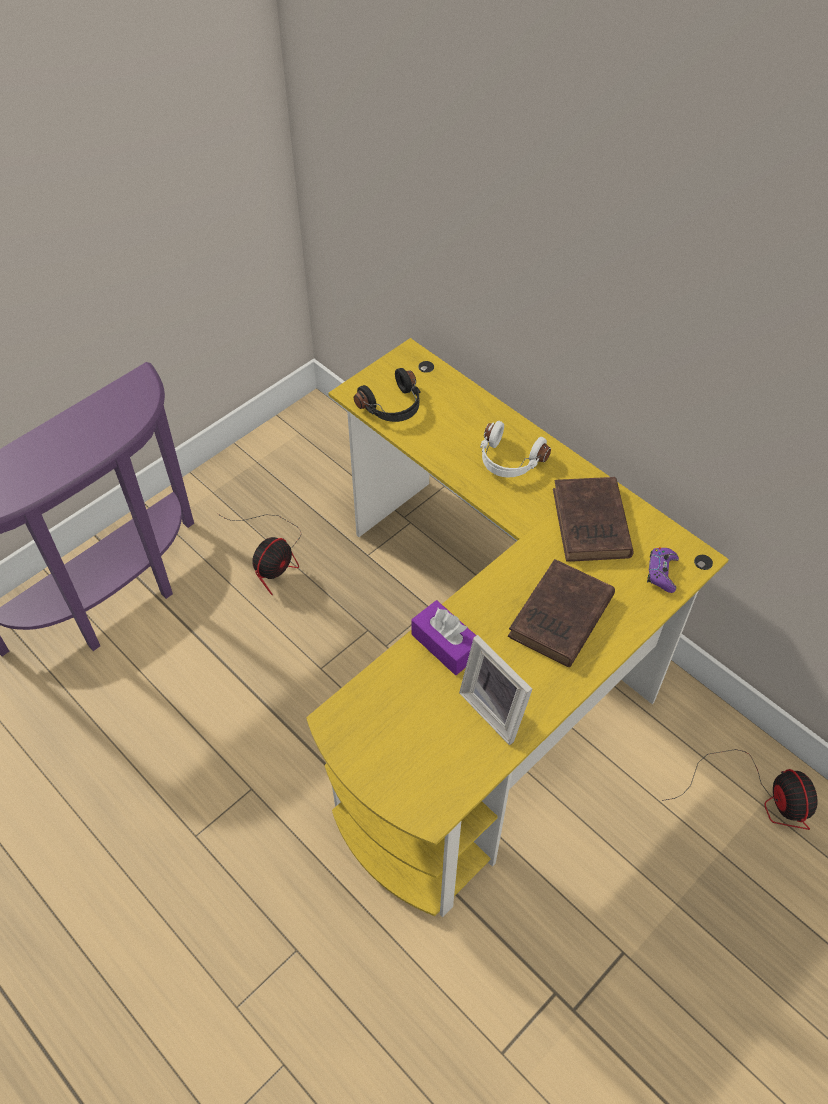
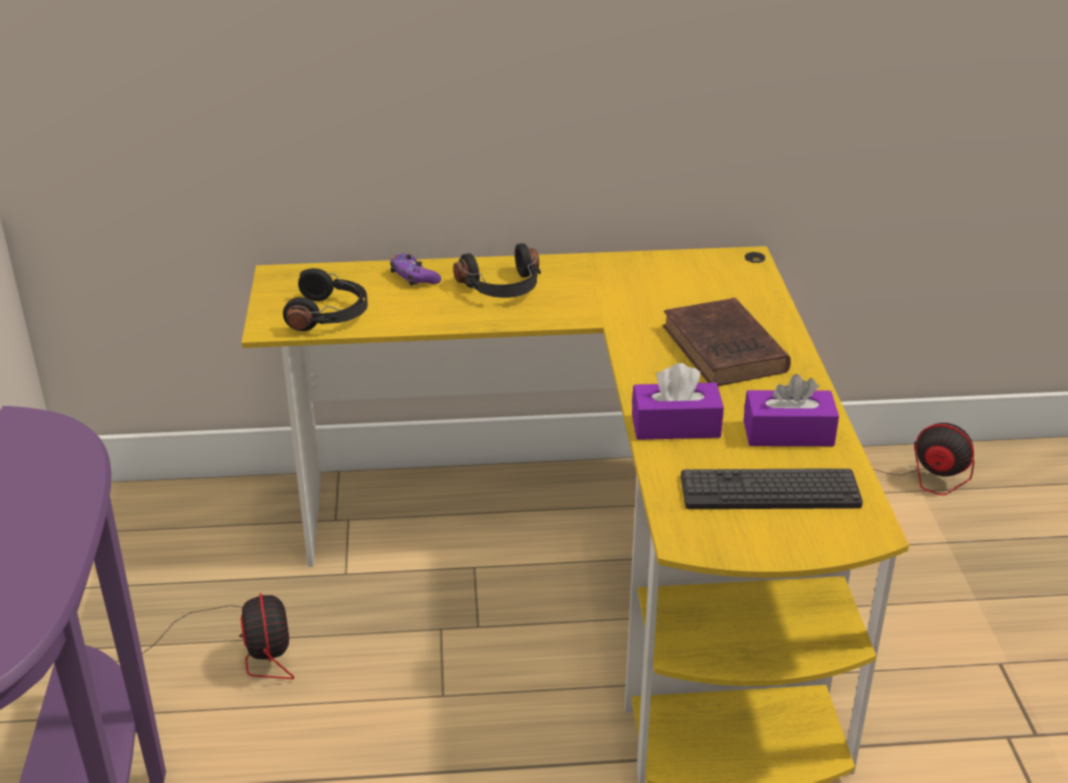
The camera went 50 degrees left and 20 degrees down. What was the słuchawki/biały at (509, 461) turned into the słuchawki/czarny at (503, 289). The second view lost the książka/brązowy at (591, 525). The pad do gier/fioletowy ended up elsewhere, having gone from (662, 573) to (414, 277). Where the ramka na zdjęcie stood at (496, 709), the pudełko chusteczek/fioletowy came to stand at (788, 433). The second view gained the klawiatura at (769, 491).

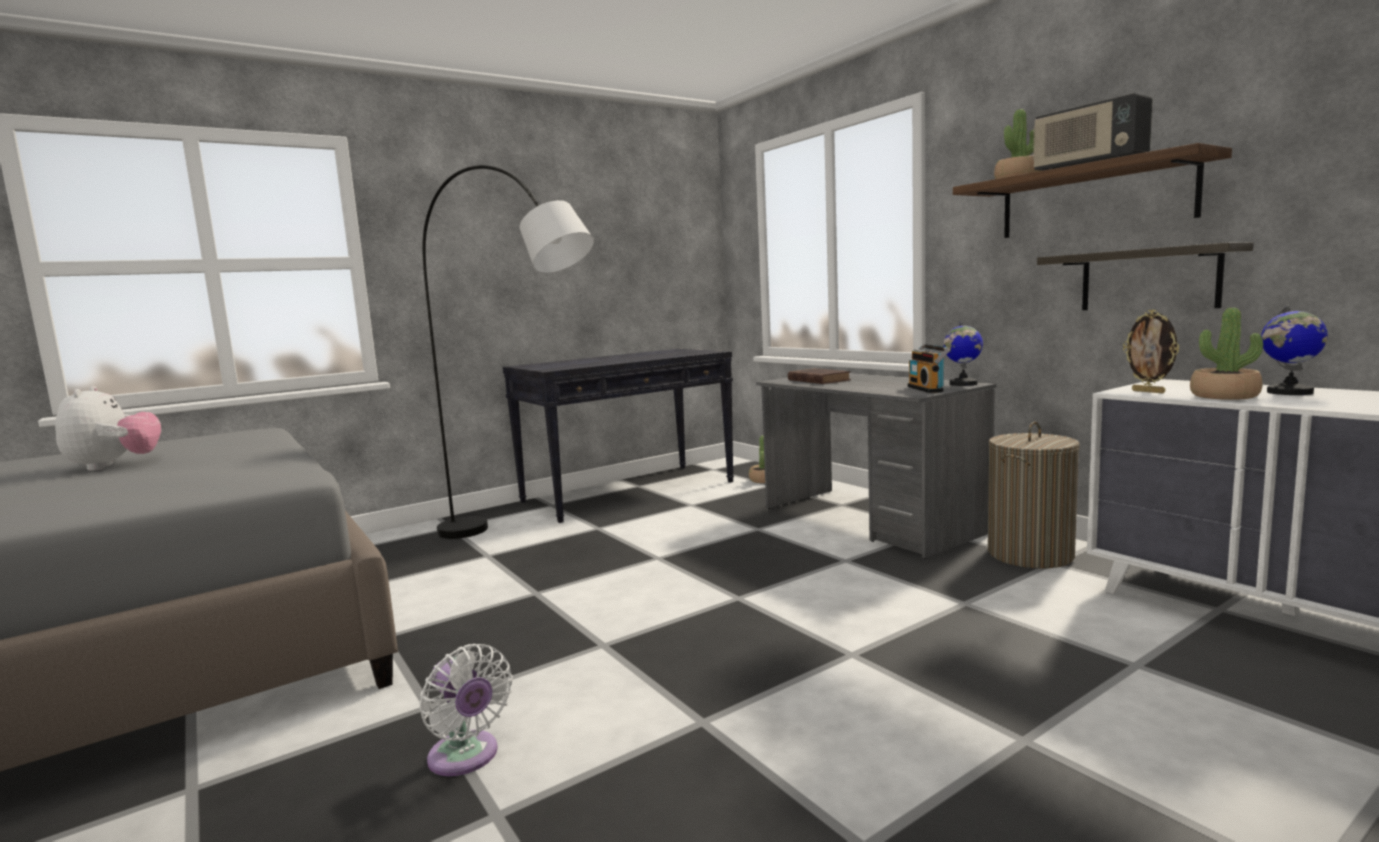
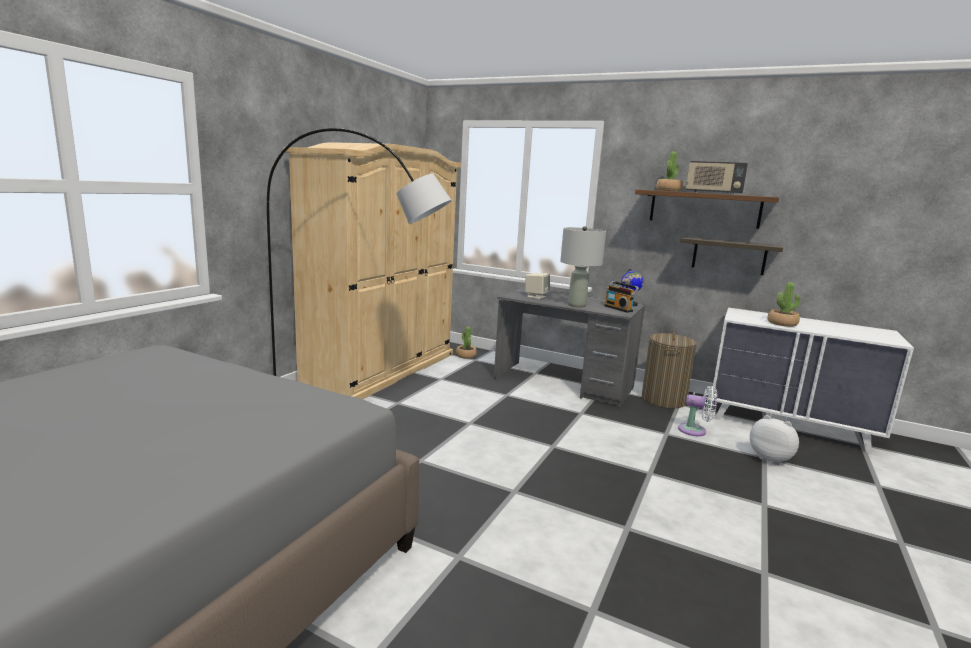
The camera went 30 degrees left and 5 degrees up. The second view lost the globus at (1289, 392). The second view lost the ramka na zdjęcie at (1149, 391). Where the stolik konsolowy/czarny stood at (629, 491), the szafa/beżowy came to stand at (381, 369). Where the książka/brązowy stood at (817, 380), the głośnik/beżowy came to stand at (536, 296). The pluszak ended up elsewhere, having gone from (114, 466) to (771, 458). The wentylator/biały ended up elsewhere, having gone from (466, 758) to (695, 431). The second view gained the lampa stołowa/szary at (576, 305).

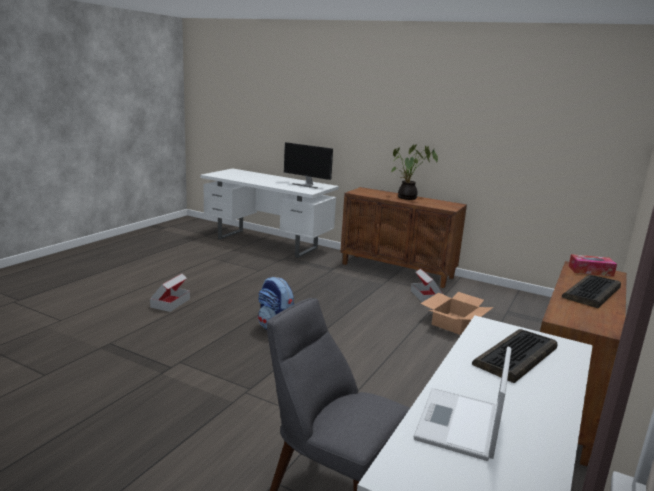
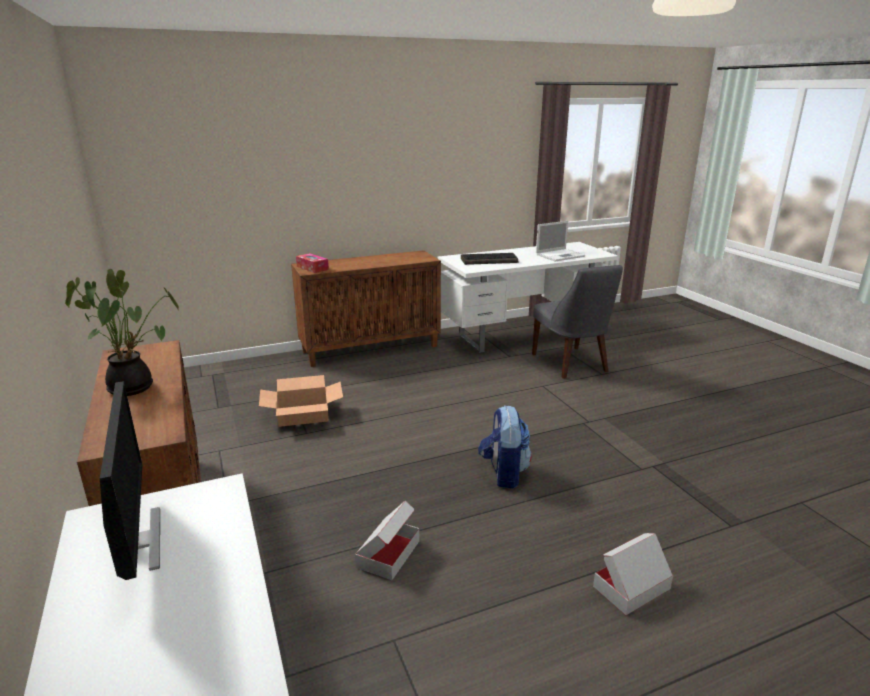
The camera went 140 degrees left and 5 degrees up. The karton ended up elsewhere, having gone from (426, 296) to (388, 553). The second view lost the klawiatura at (592, 293).

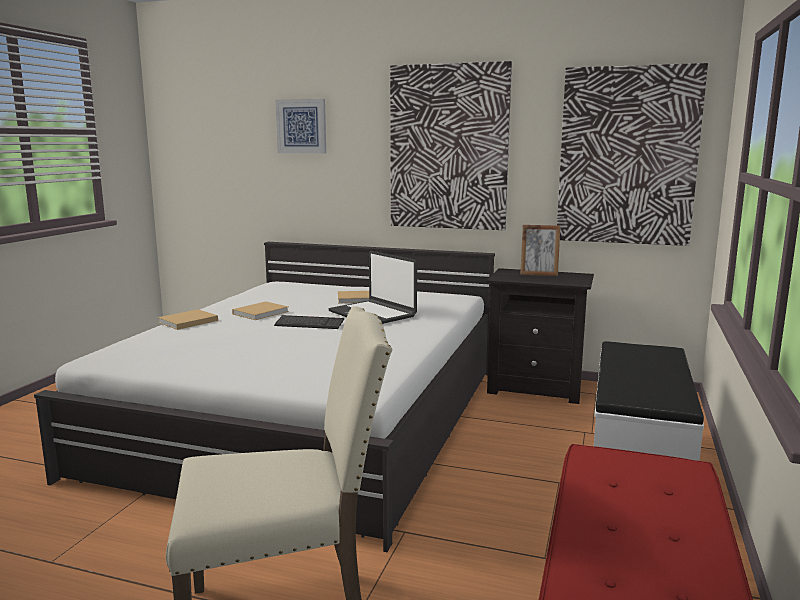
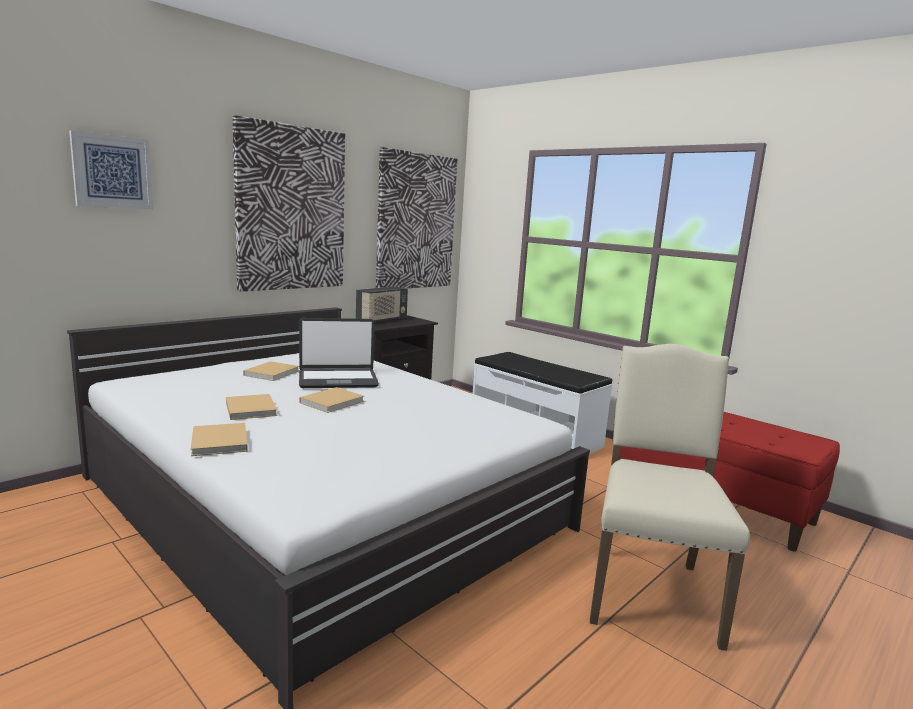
The camera went 65 degrees left and 0 degrees up. Where the ramka na zdjęcie stood at (539, 274), the radio came to stand at (382, 320). Where the klawiatura stood at (309, 324), the książka/beżowy came to stand at (333, 401).

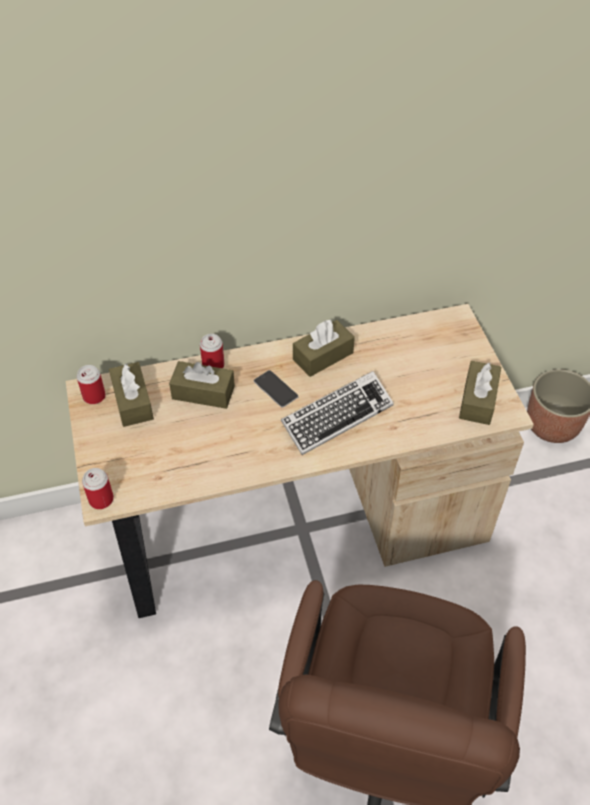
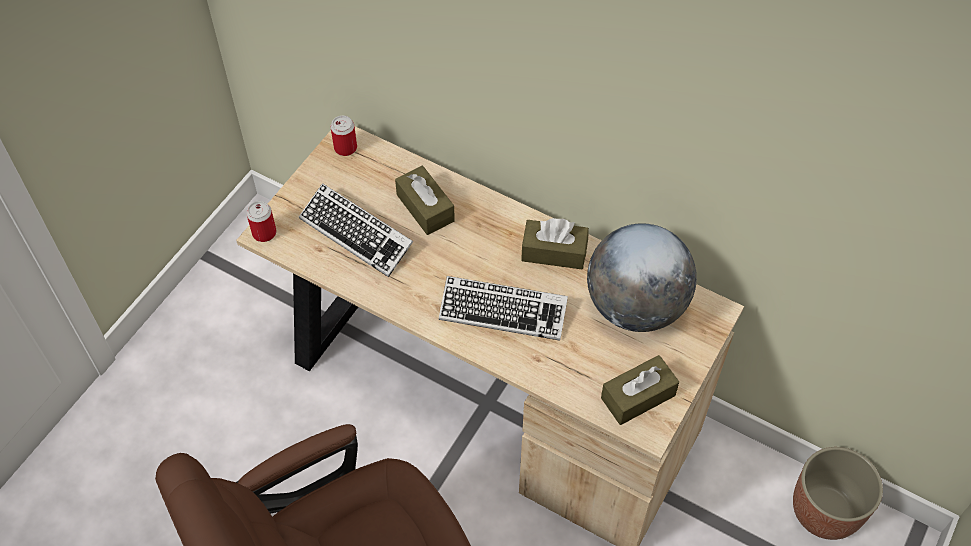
The camera went 45 degrees right and 5 degrees up. The second view lost the puszka at (213, 365). The second view lost the pudełko chusteczek/brązowy at (132, 402). The second view lost the telefon at (275, 389). The second view gained the klawiatura at (356, 234). The second view gained the globus at (635, 306).

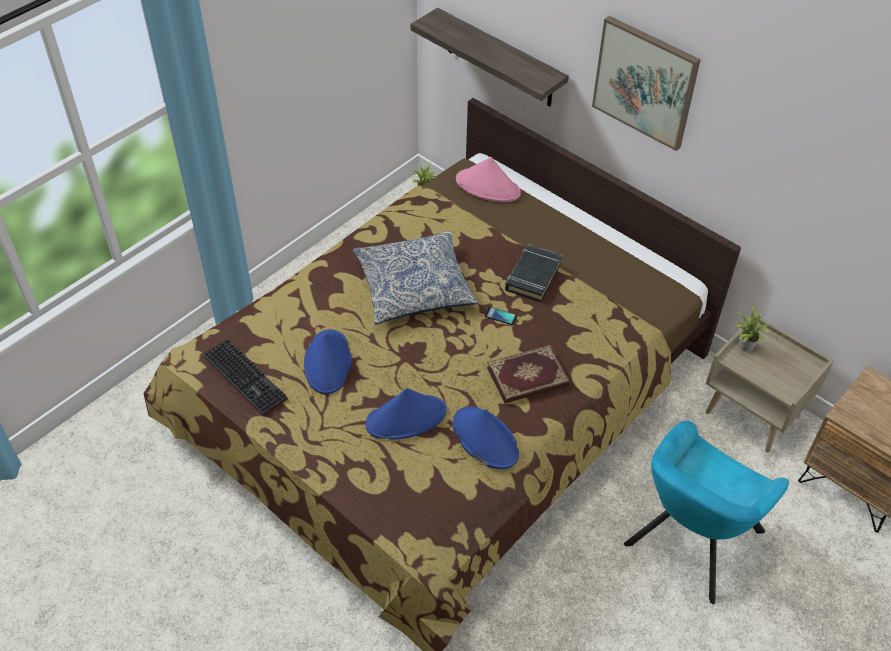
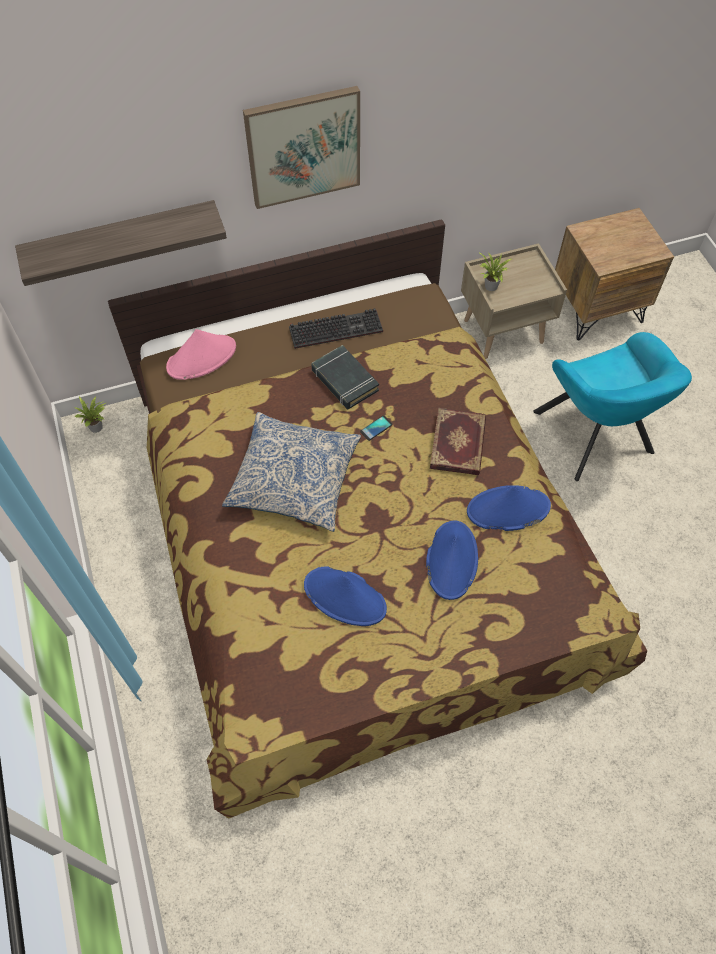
The camera went 60 degrees left and 10 degrees up. The klawiatura ended up elsewhere, having gone from (248, 378) to (337, 328).

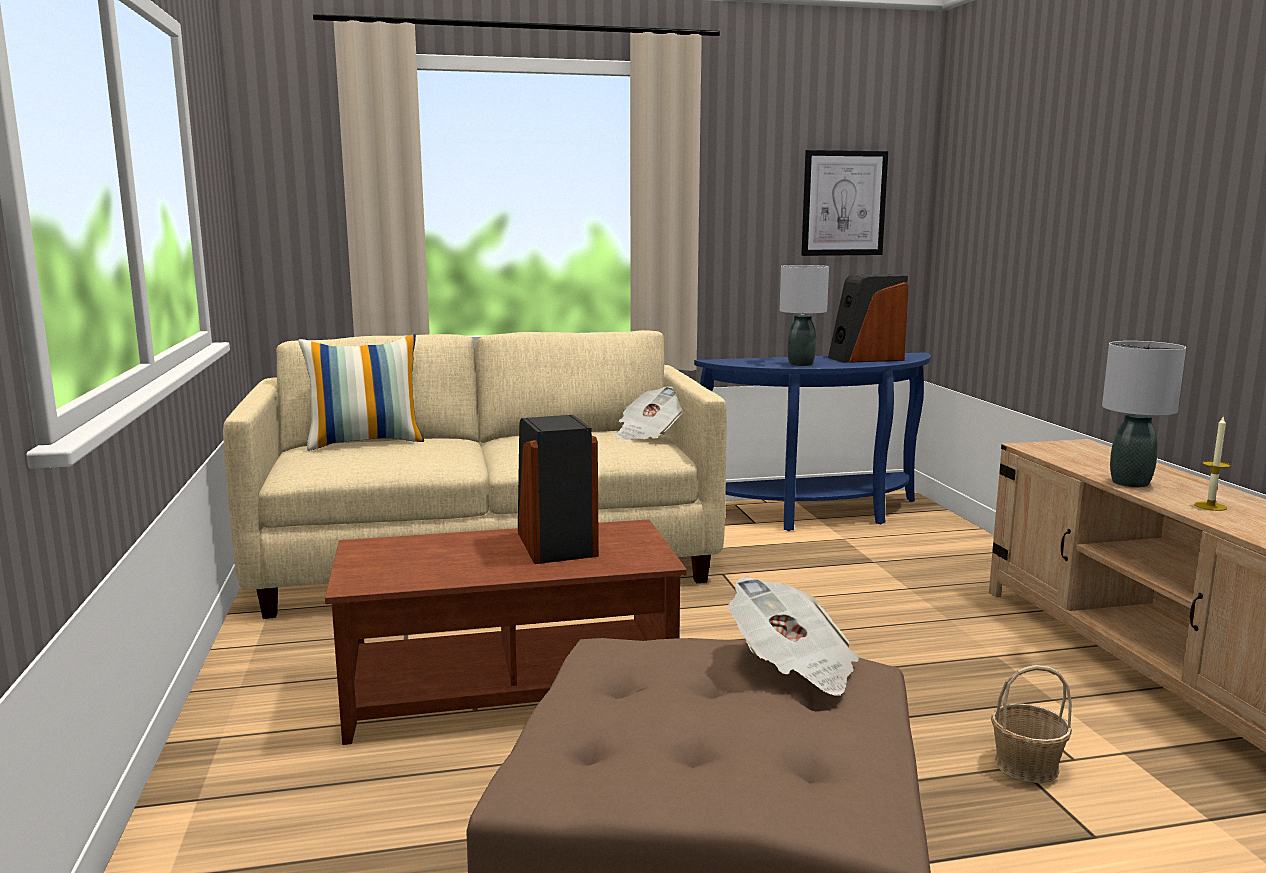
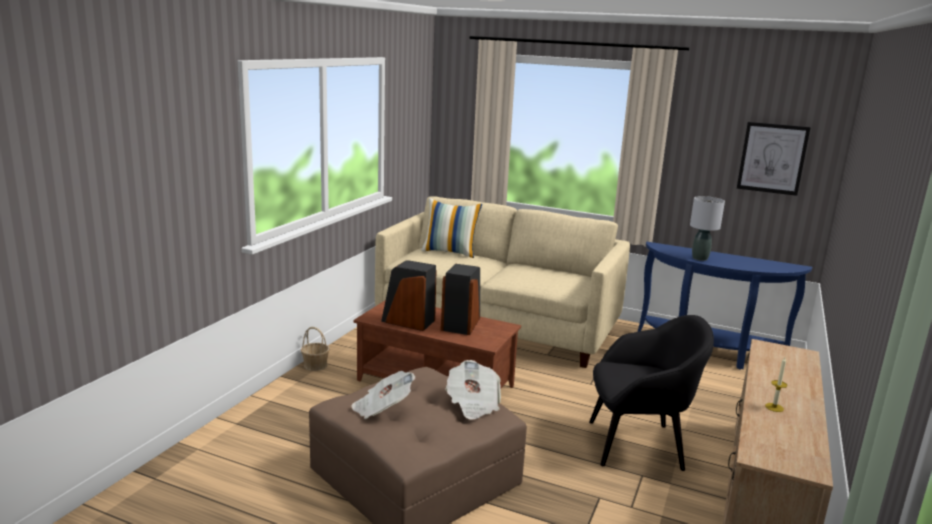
The camera went 35 degrees right and 5 degrees up. The głośnik ended up elsewhere, having gone from (865, 359) to (408, 321). The second view lost the lampa stołowa/szary at (1129, 483). The gazeta ended up elsewhere, having gone from (649, 434) to (382, 409). The koszyk ended up elsewhere, having gone from (1025, 765) to (315, 365). The second view gained the fotel/czarny at (638, 445).

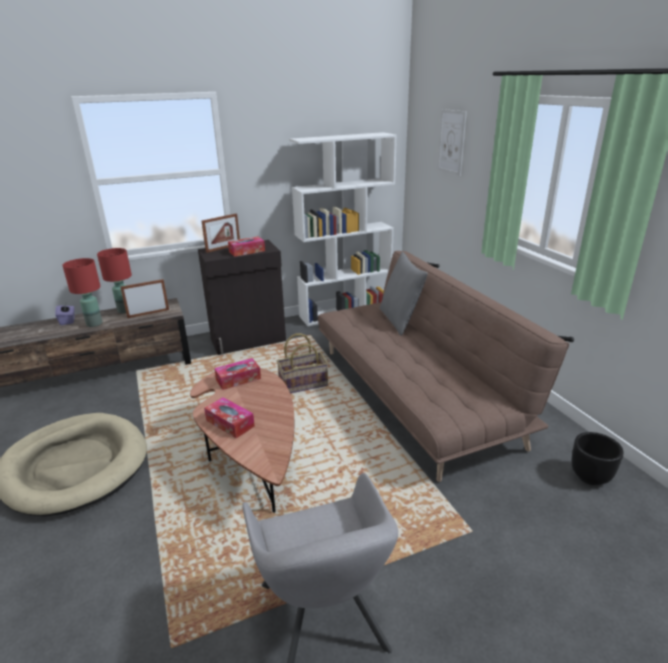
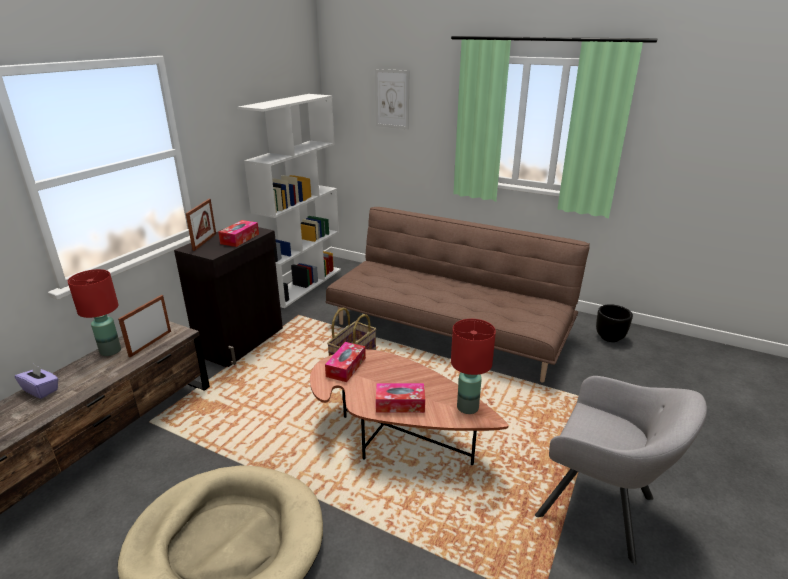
The camera went 40 degrees left and 0 degrees up. The second view lost the poduszka/szary at (400, 320). The lampa stołowa/czerwony ended up elsewhere, having gone from (94, 323) to (467, 407).

